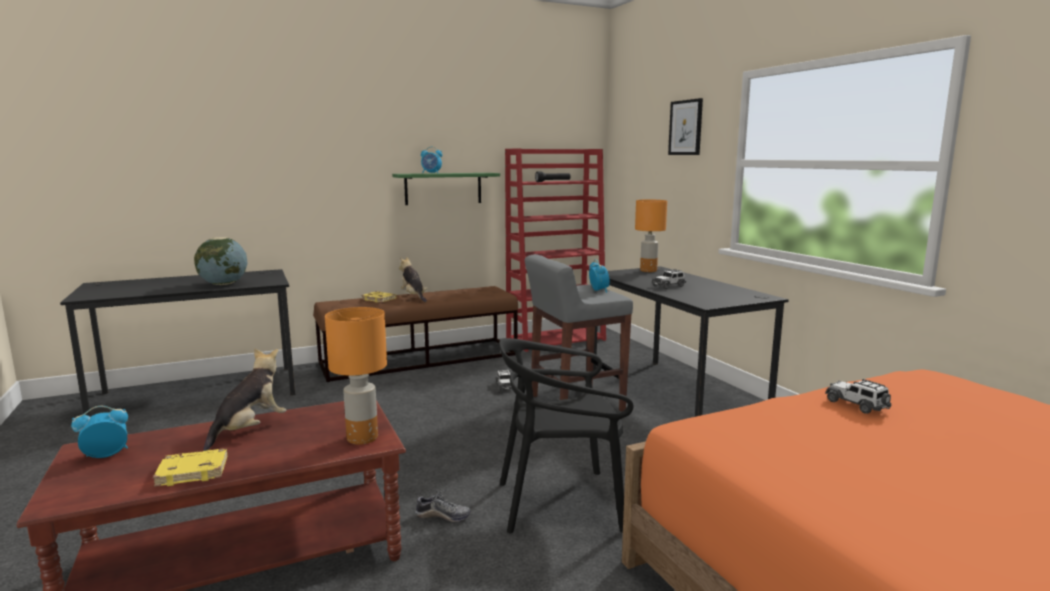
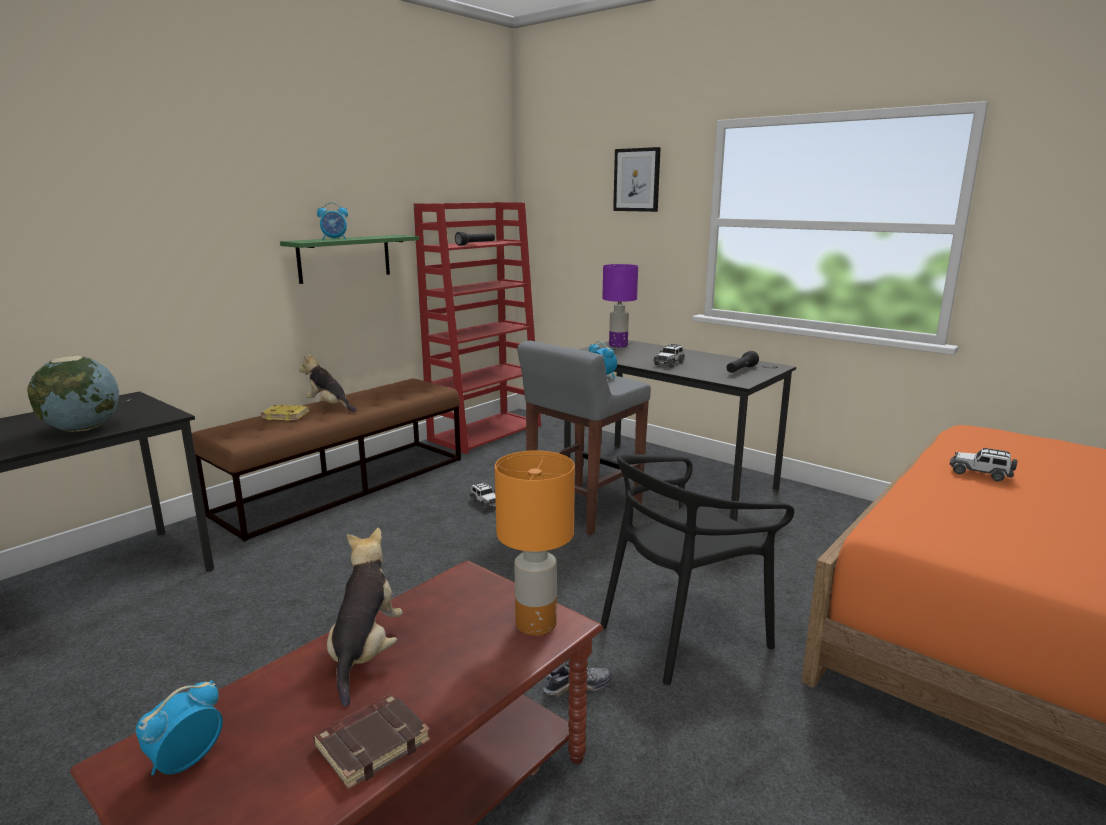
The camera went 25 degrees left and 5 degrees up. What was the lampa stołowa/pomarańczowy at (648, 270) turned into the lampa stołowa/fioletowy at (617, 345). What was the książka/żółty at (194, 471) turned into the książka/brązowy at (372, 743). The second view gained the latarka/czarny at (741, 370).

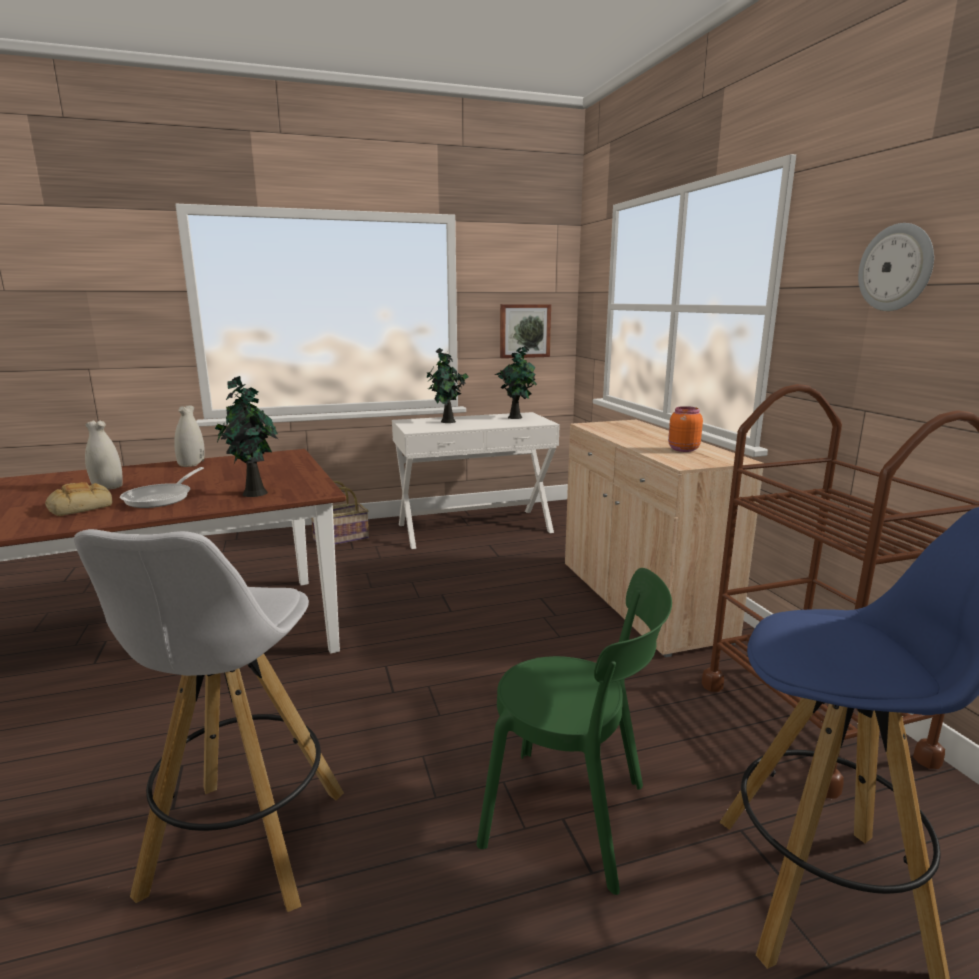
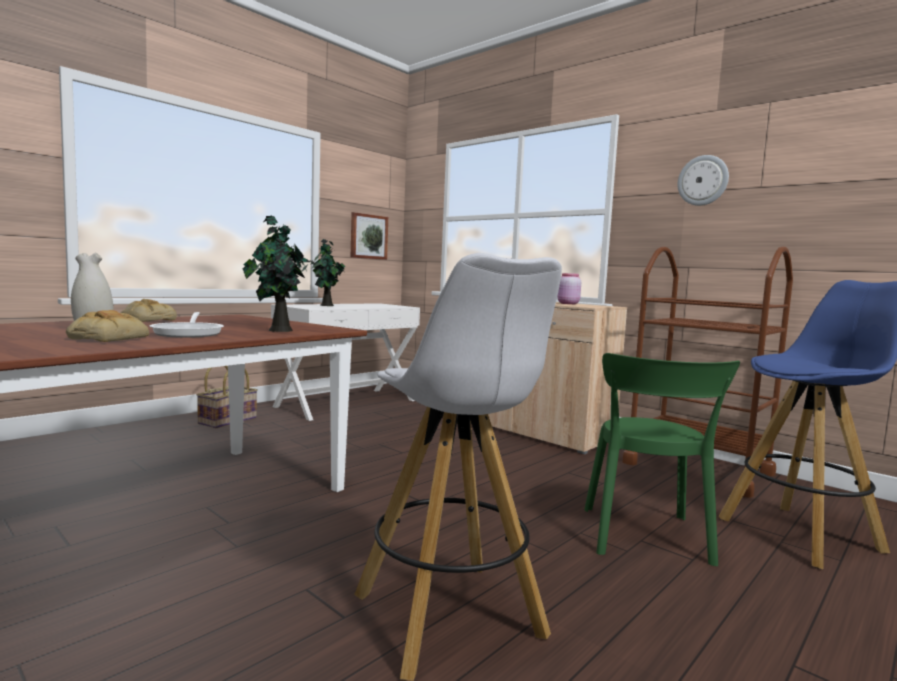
The camera went 30 degrees left and 10 degrees down. The second view lost the roślina doniczkowa at (516, 417). Where the wazon/biały stood at (192, 464), the chleb came to stand at (147, 320). What was the słoik/pomarańczowy at (682, 449) turned into the słoik/różowy at (567, 303). The krzesło/zielony at (573, 816) ended up facing another way, 105 degrees clockwise from before.

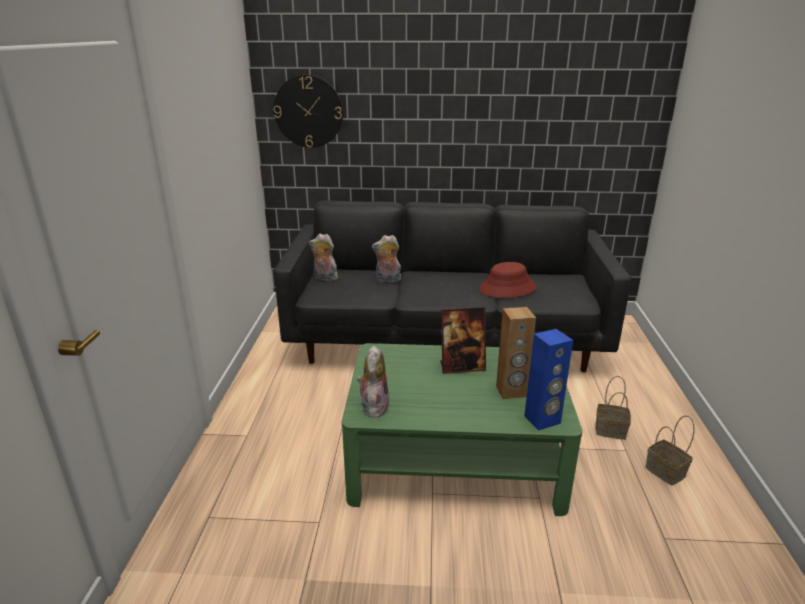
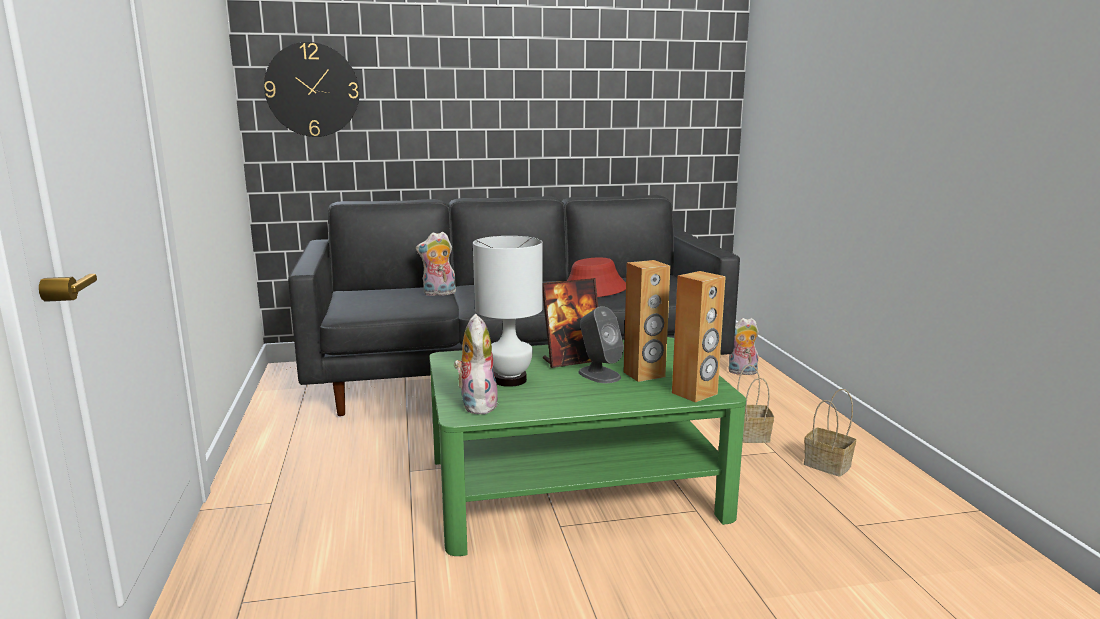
The camera went 15 degrees left and 10 degrees down. The pluszak ended up elsewhere, having gone from (324, 278) to (741, 372). What was the głośnik/niebieski at (542, 420) turned into the głośnik/brązowy at (695, 393). The second view gained the lampa stołowa/biały at (509, 380). The second view gained the głośnik/szary at (599, 374).

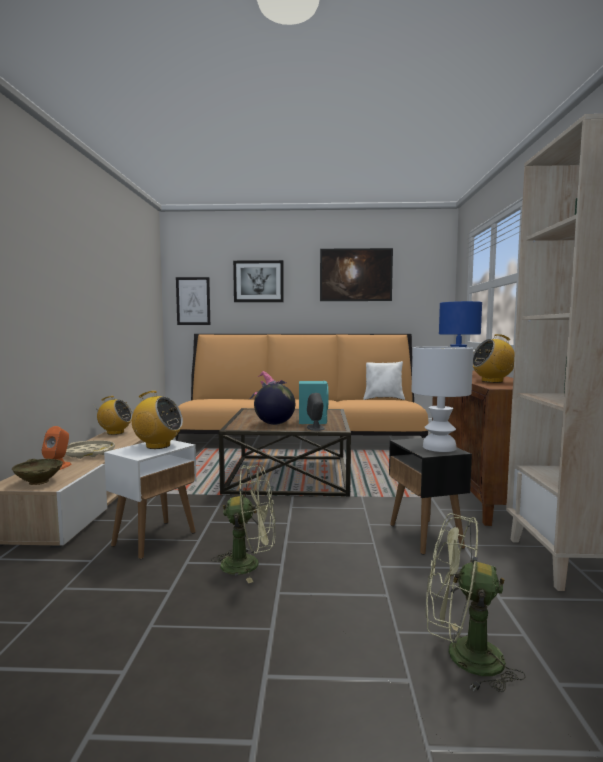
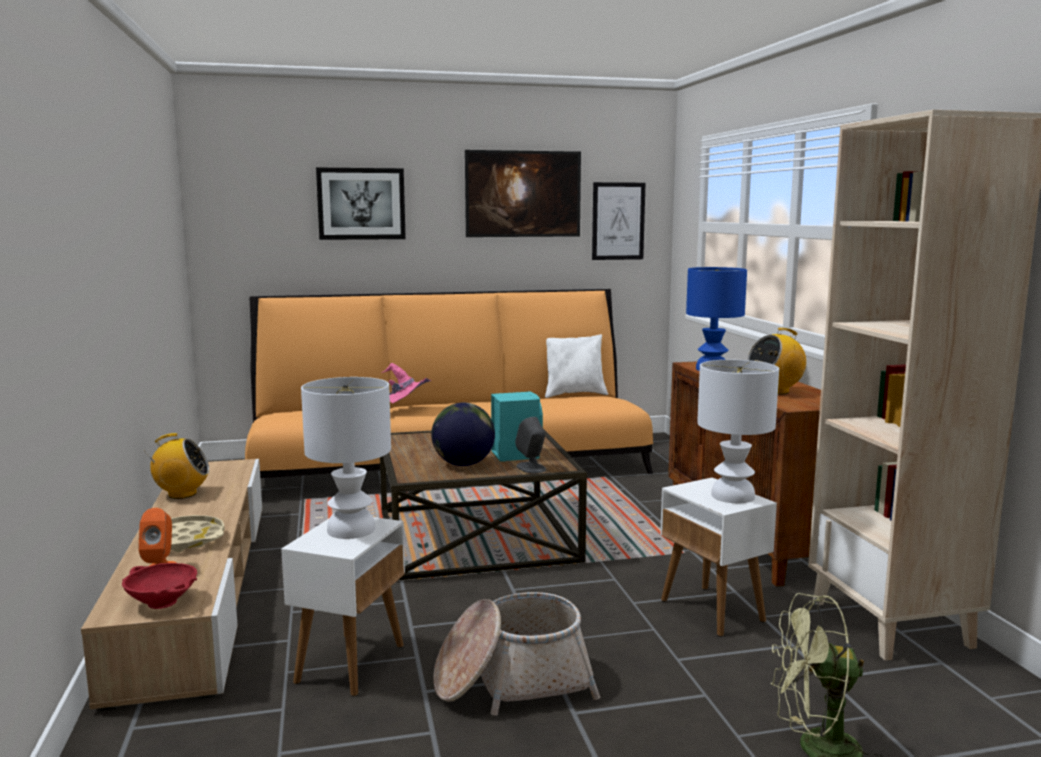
The camera went 15 degrees left and 5 degrees up. The obraz ended up elsewhere, having gone from (193, 301) to (618, 221). Where the radio stood at (157, 446), the lampa stołowa/biały came to stand at (351, 529). What was the stolik/czarny at (426, 536) turned into the stolik/biały at (713, 611). What was the miska/beżowy at (39, 482) turned into the miska/czerwony at (162, 603). Where the wentylator/zielony stood at (249, 564), the koszyk came to stand at (512, 681).

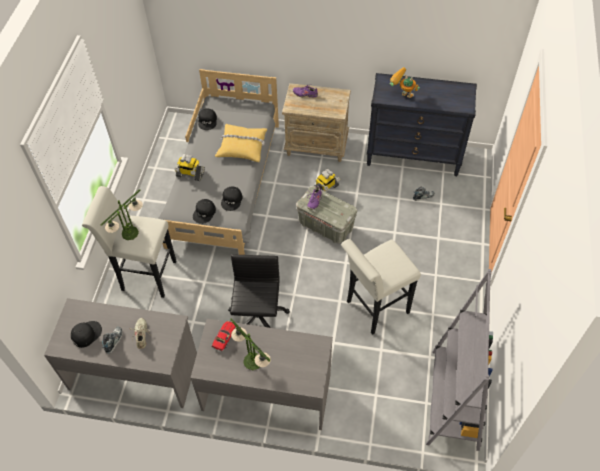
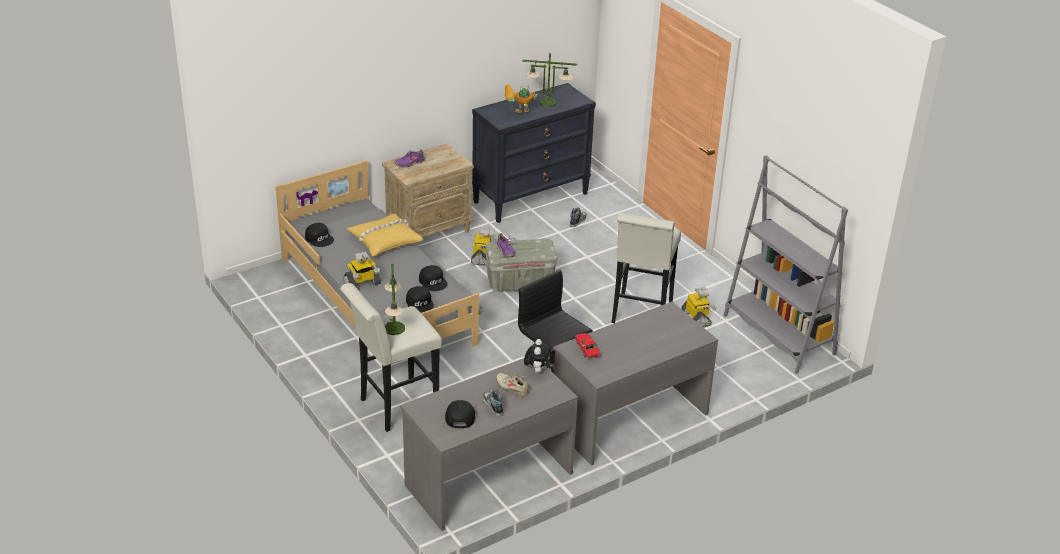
The camera went 45 degrees left and 20 degrees down. The lampa stołowa ended up elsewhere, having gone from (253, 361) to (548, 102). The second view gained the robot zabawkowy at (696, 318). The second view gained the pluszak at (536, 370).

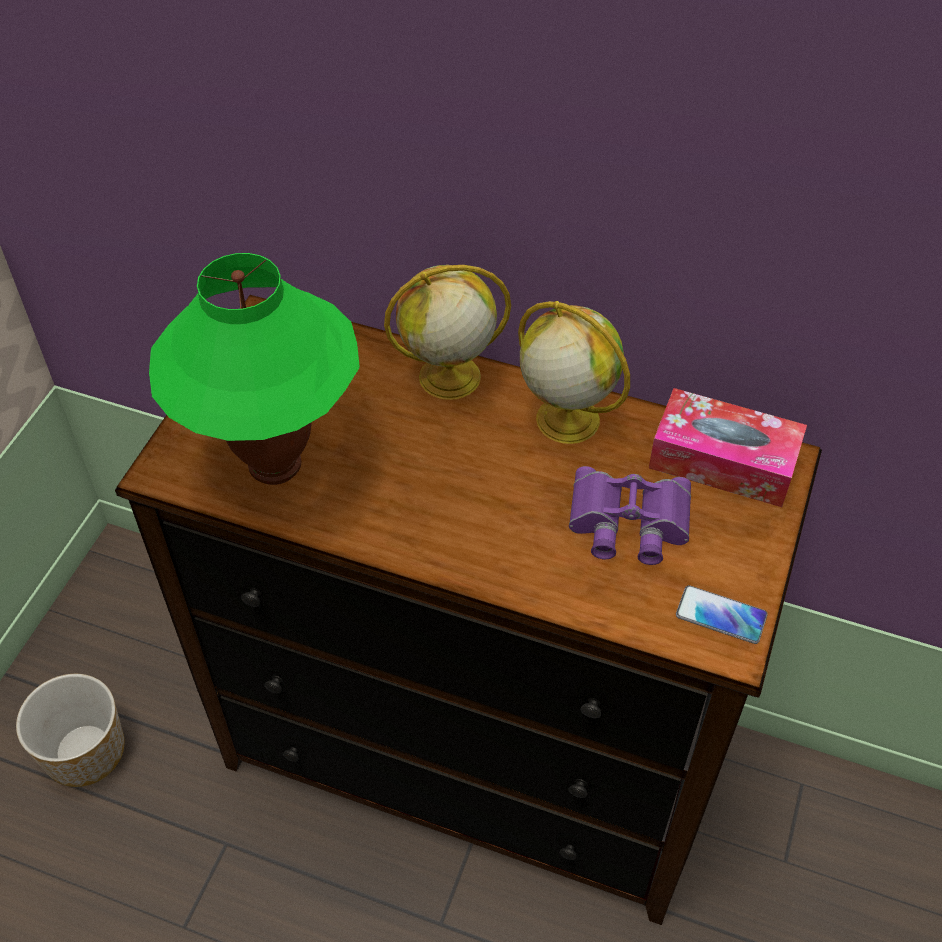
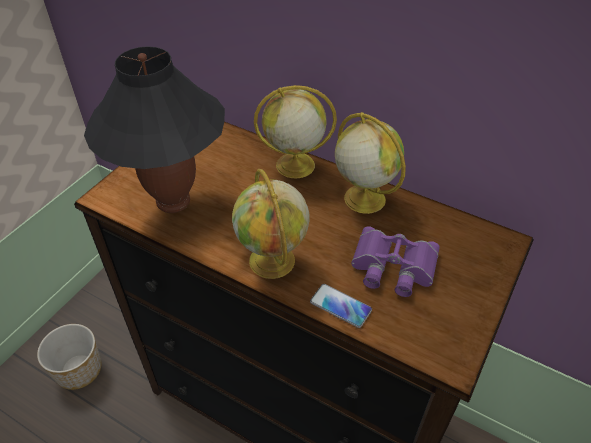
The camera went 10 degrees right and 5 degrees down. What was the lampa stołowa/zielony at (274, 466) turned into the lampa stołowa/czarny at (173, 202). The second view lost the pudełko chusteczek at (723, 461). The telefon ended up elsewhere, having gone from (721, 615) to (340, 306). The second view gained the globus at (273, 261).

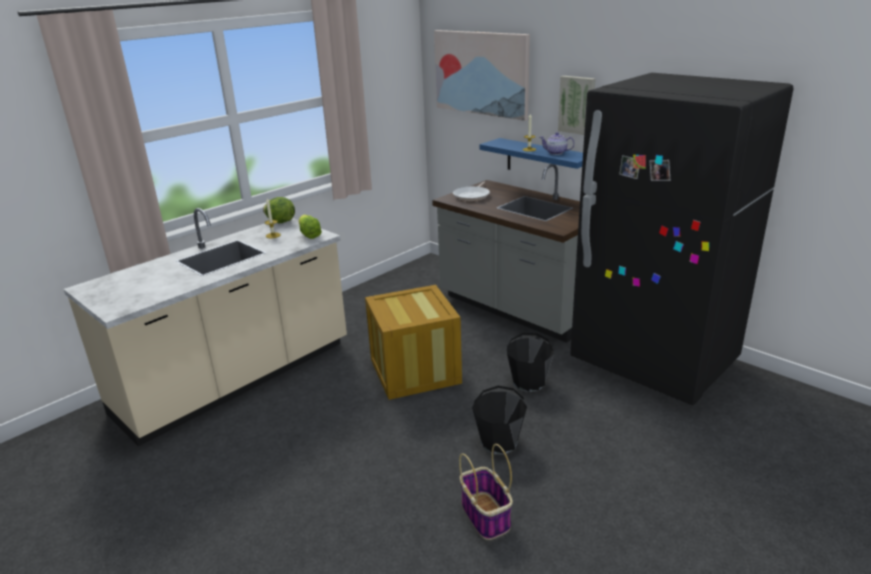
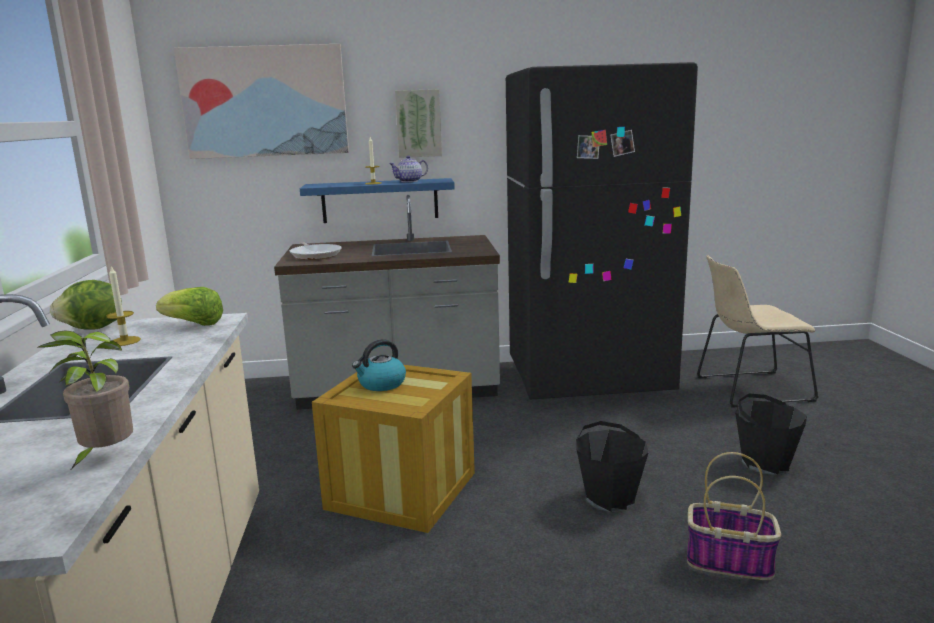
The camera went 50 degrees left and 10 degrees down. The wiadro/czarny ended up elsewhere, having gone from (529, 382) to (765, 463). The second view gained the krzesło/beżowy at (749, 389). The second view gained the roślina doniczkowa at (105, 457). The second view gained the czajnik at (381, 384).

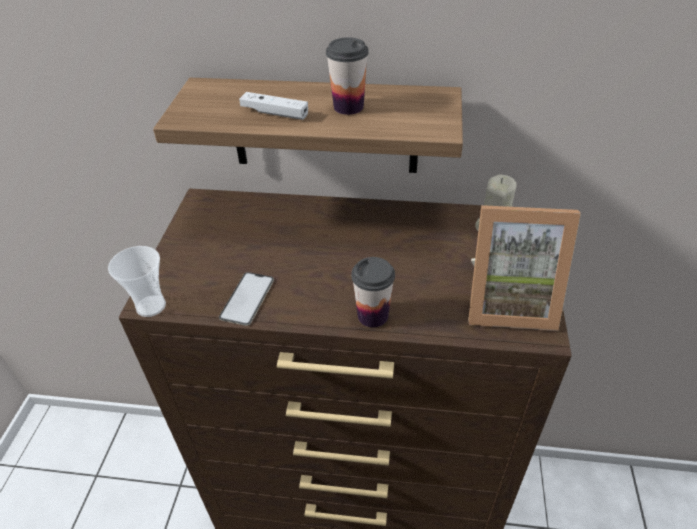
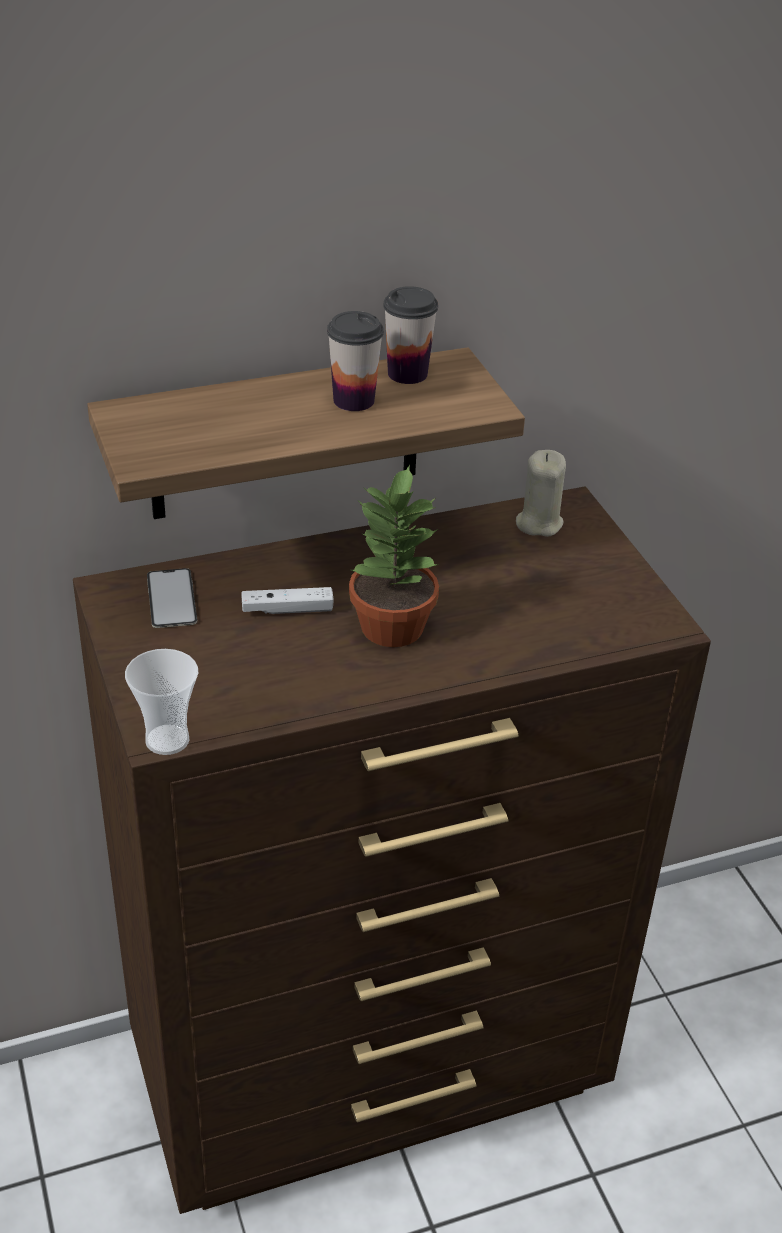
The camera went 30 degrees left and 5 degrees down. The pad do gier/biały ended up elsewhere, having gone from (274, 113) to (287, 610). The second view lost the ramka na zdjęcie at (508, 302). The filiżanka ended up elsewhere, having gone from (372, 315) to (407, 374). The telefon ended up elsewhere, having gone from (247, 298) to (171, 599). The second view gained the roślina doniczkowa at (390, 628).

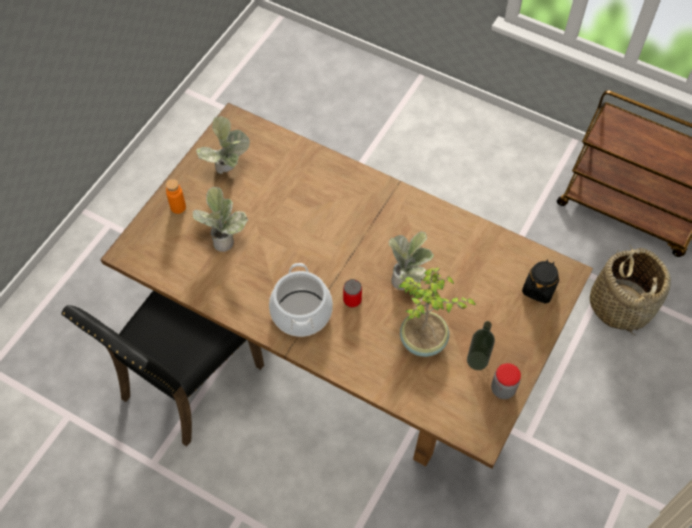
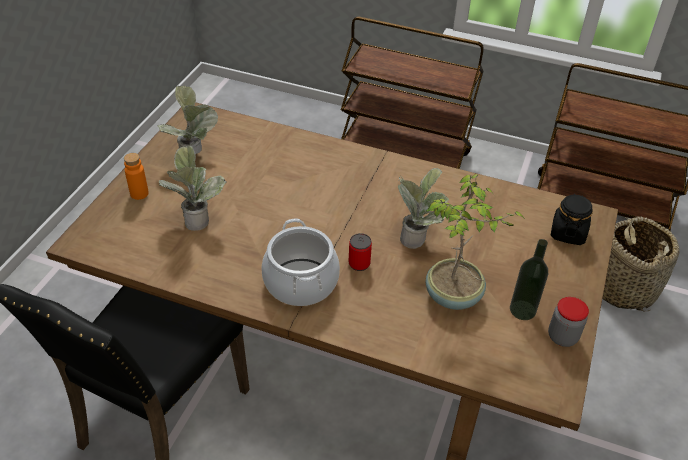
The camera went 10 degrees left and 15 degrees down. The second view gained the wózek/brązowy at (404, 154).

